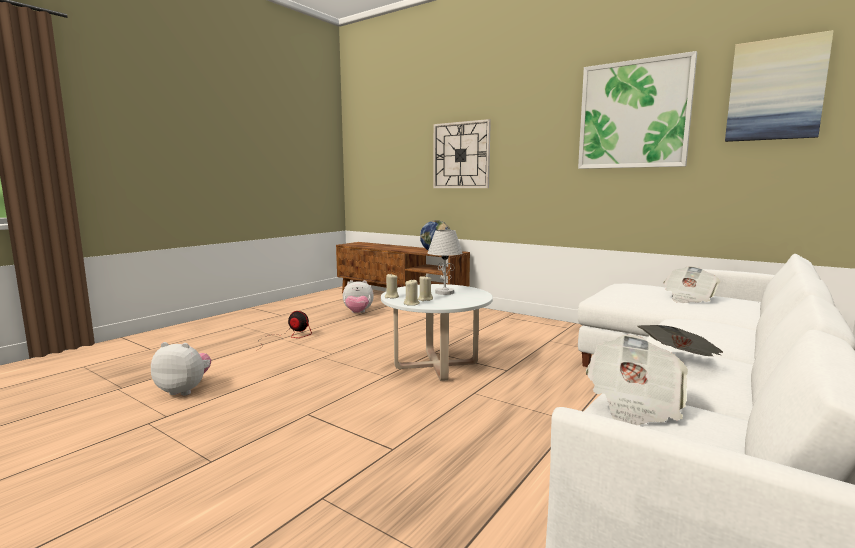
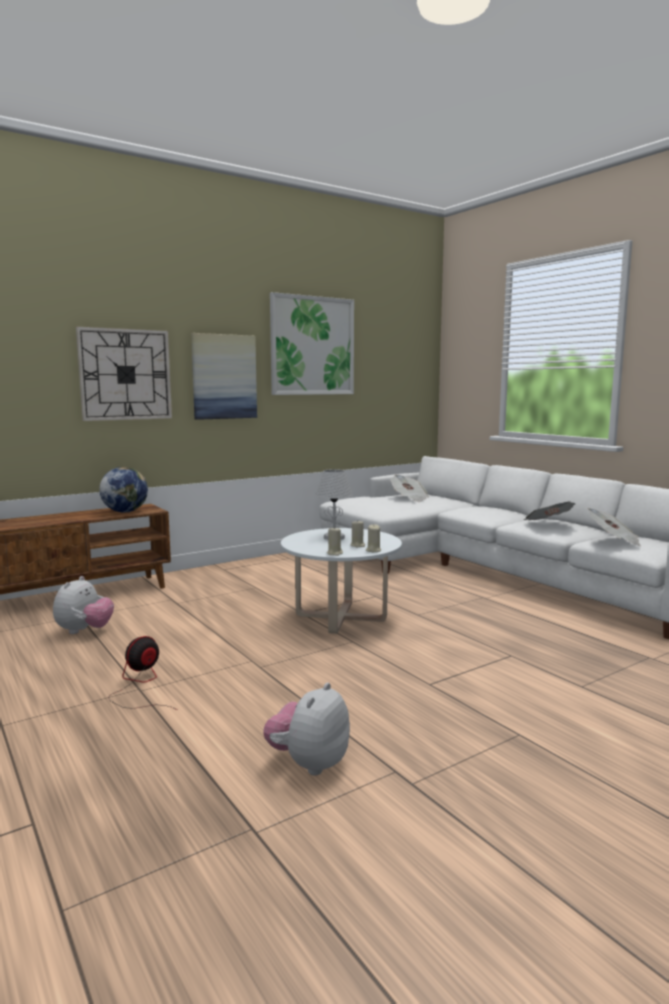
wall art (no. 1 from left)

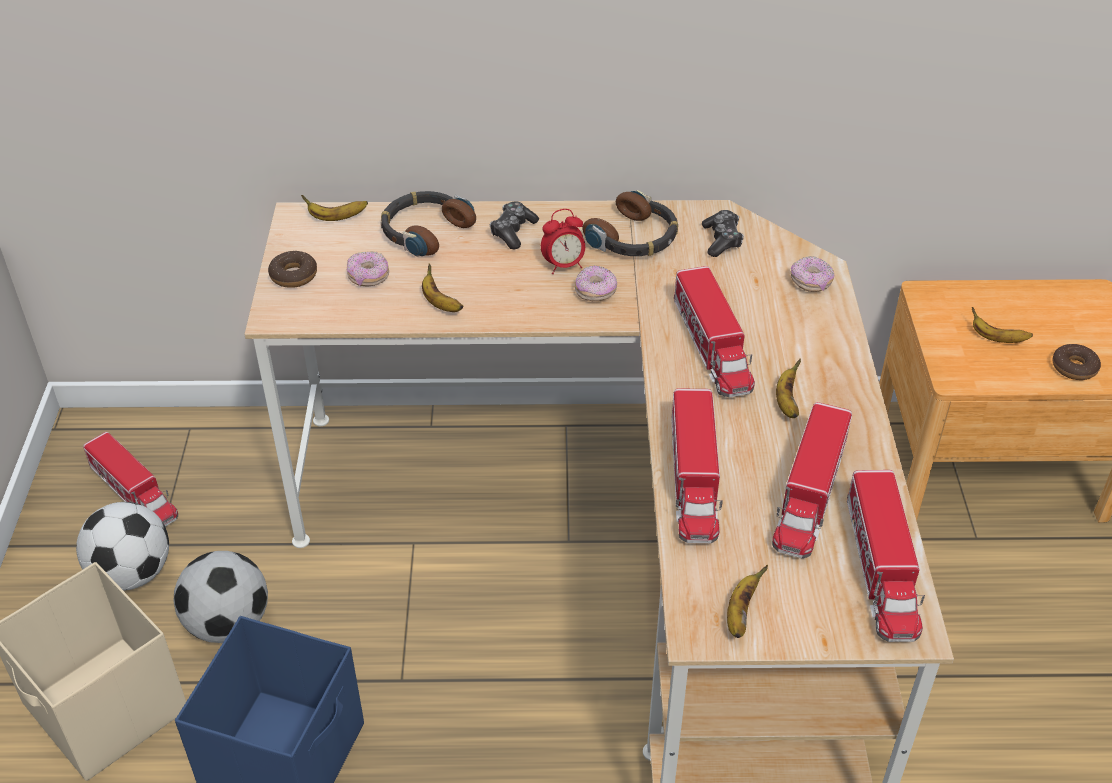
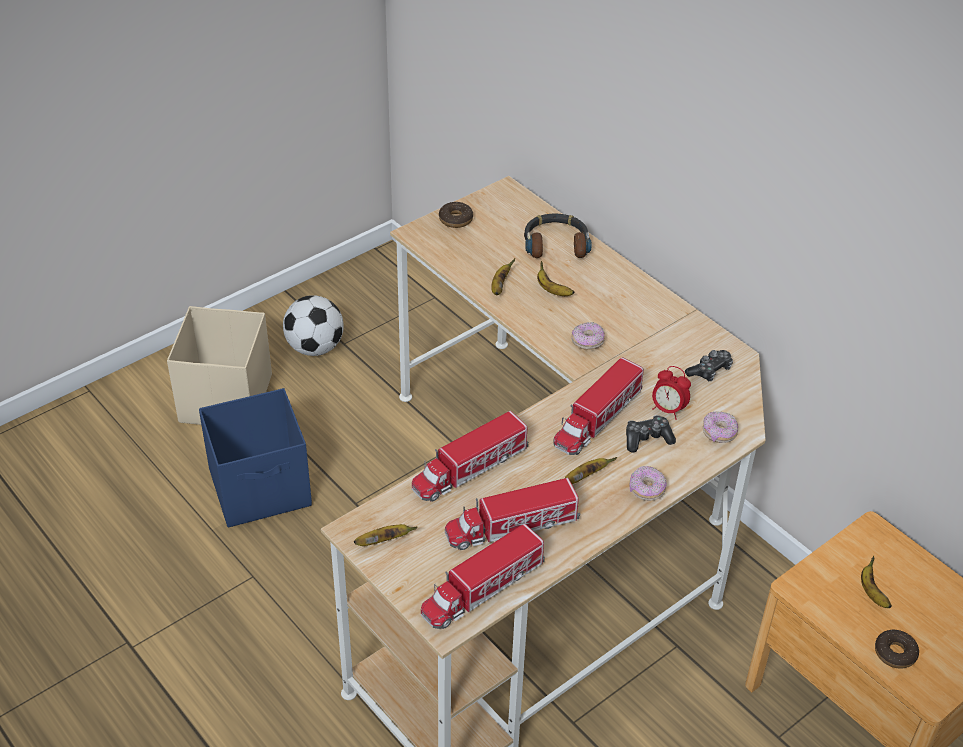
toy lorry (no. 1 from left in the first image)
ball for football (no. 2 from left in the first image)
banana fruit (no. 3 from left)
donut (no. 3 from left)
game controller (no. 1 from left)
alarm clock
pair of headphones (no. 2 from left in the first image)

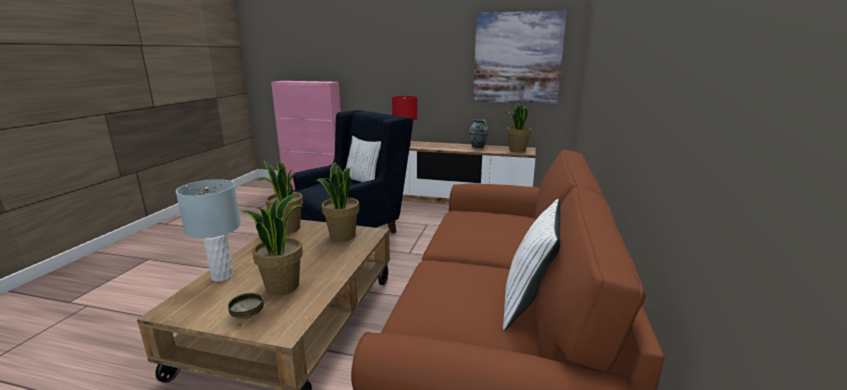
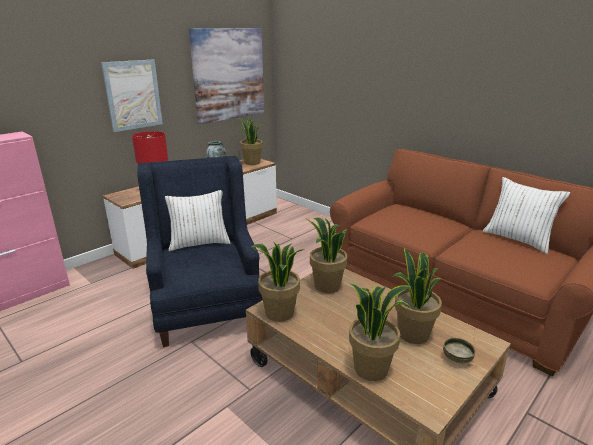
houseplant (no. 4 from left)
wall art (no. 1 from left)

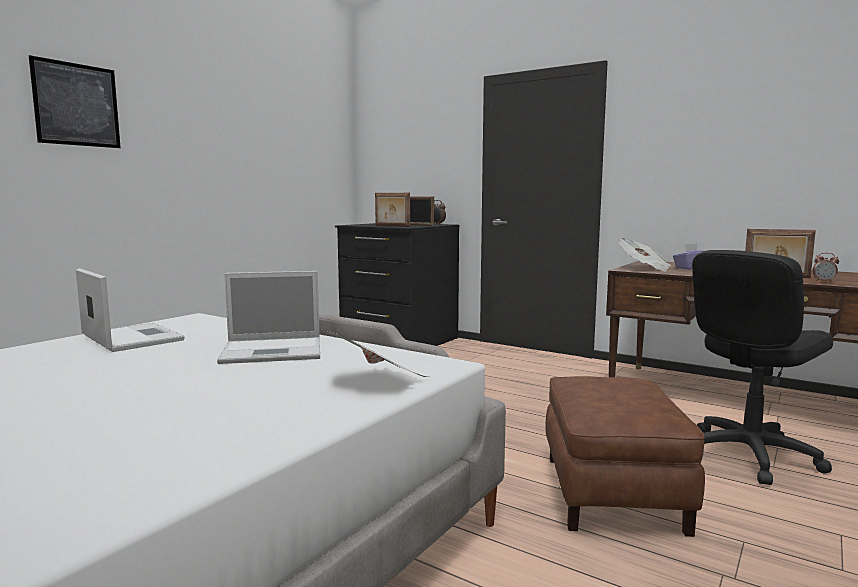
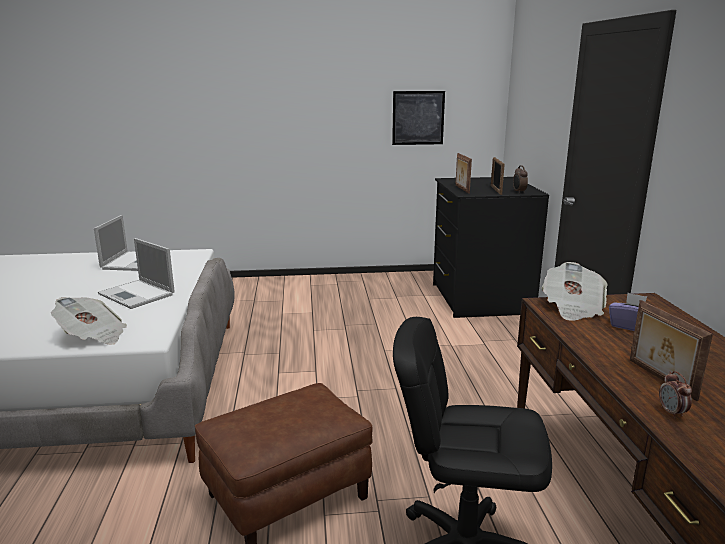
wall art

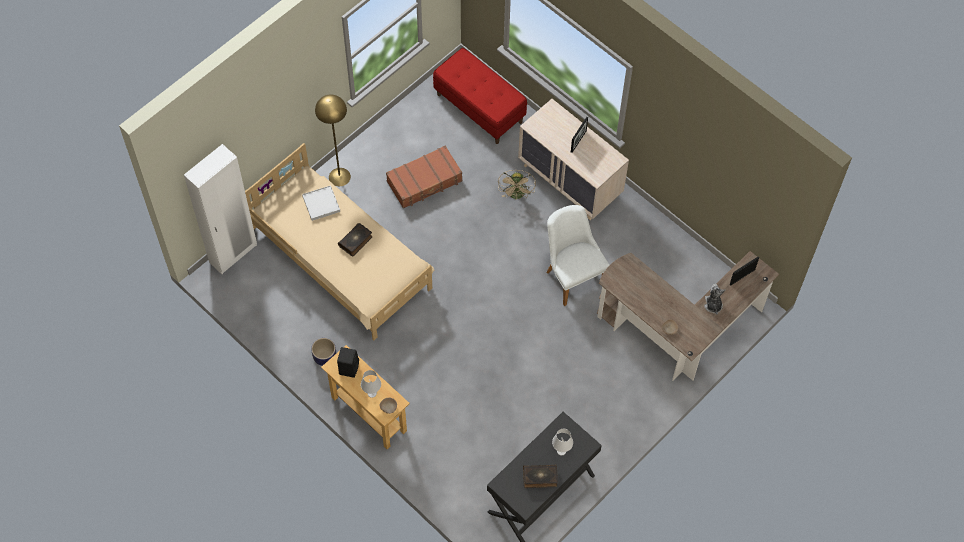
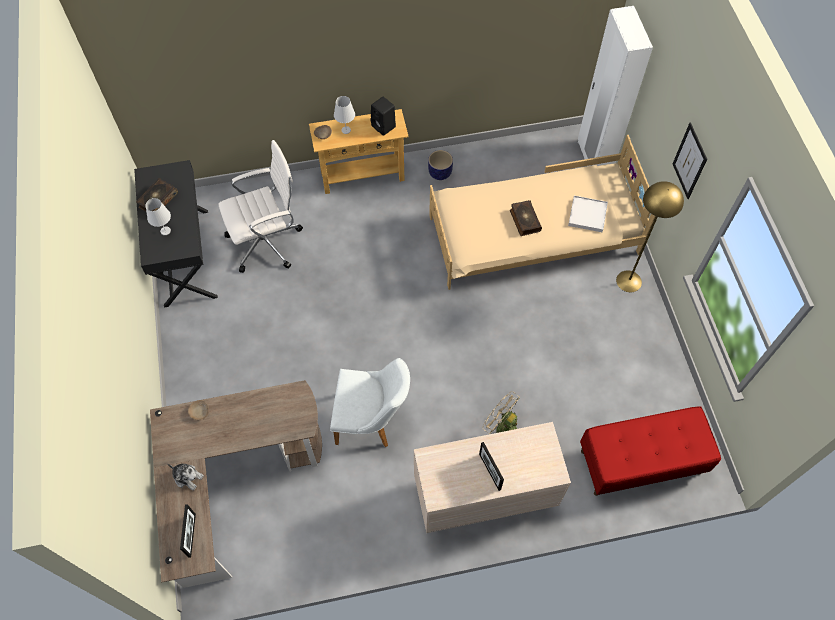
suitcase/brown
desk chair/white-coloured
wall art

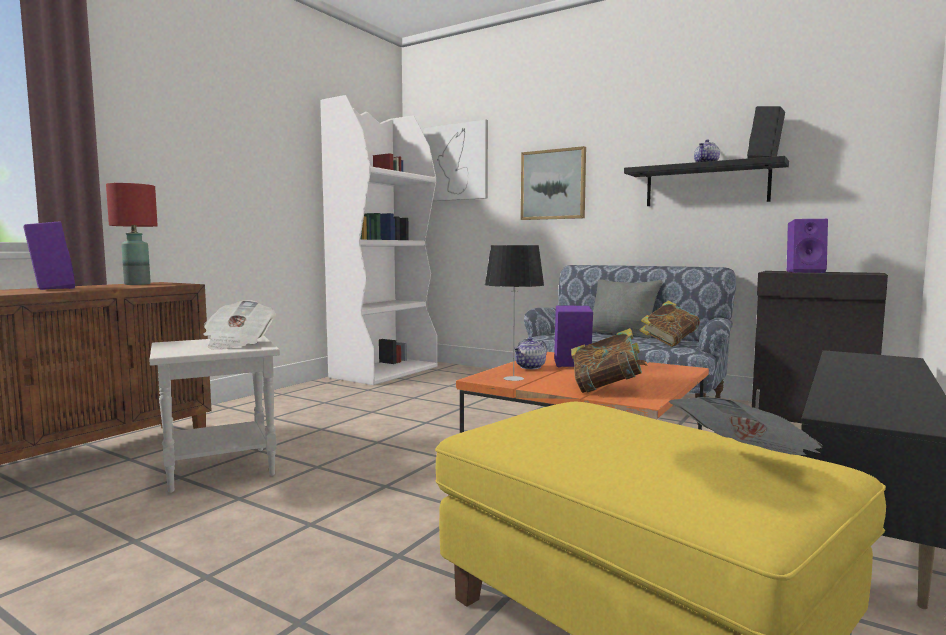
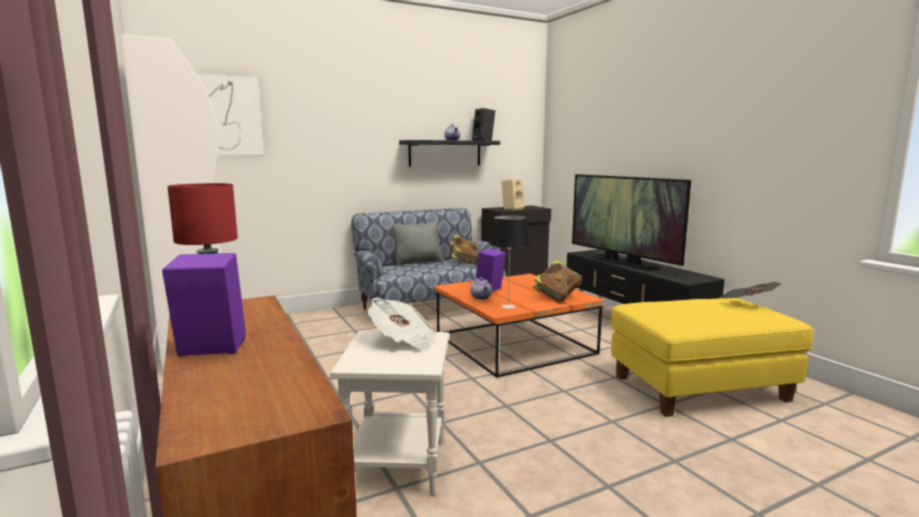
wall art (no. 2 from left in the first image)
loudspeaker/beige
television

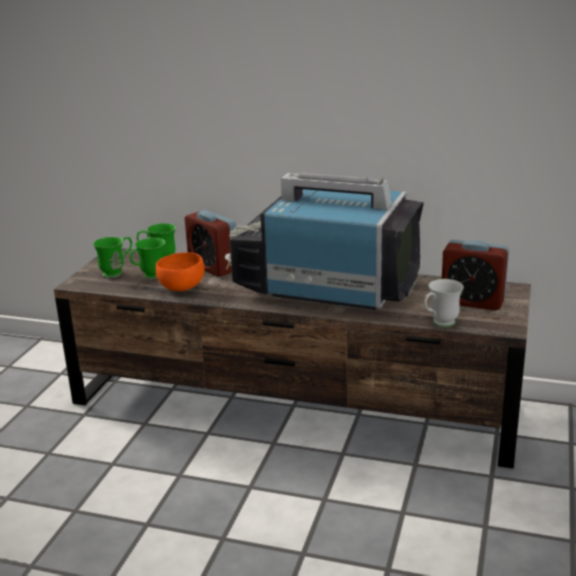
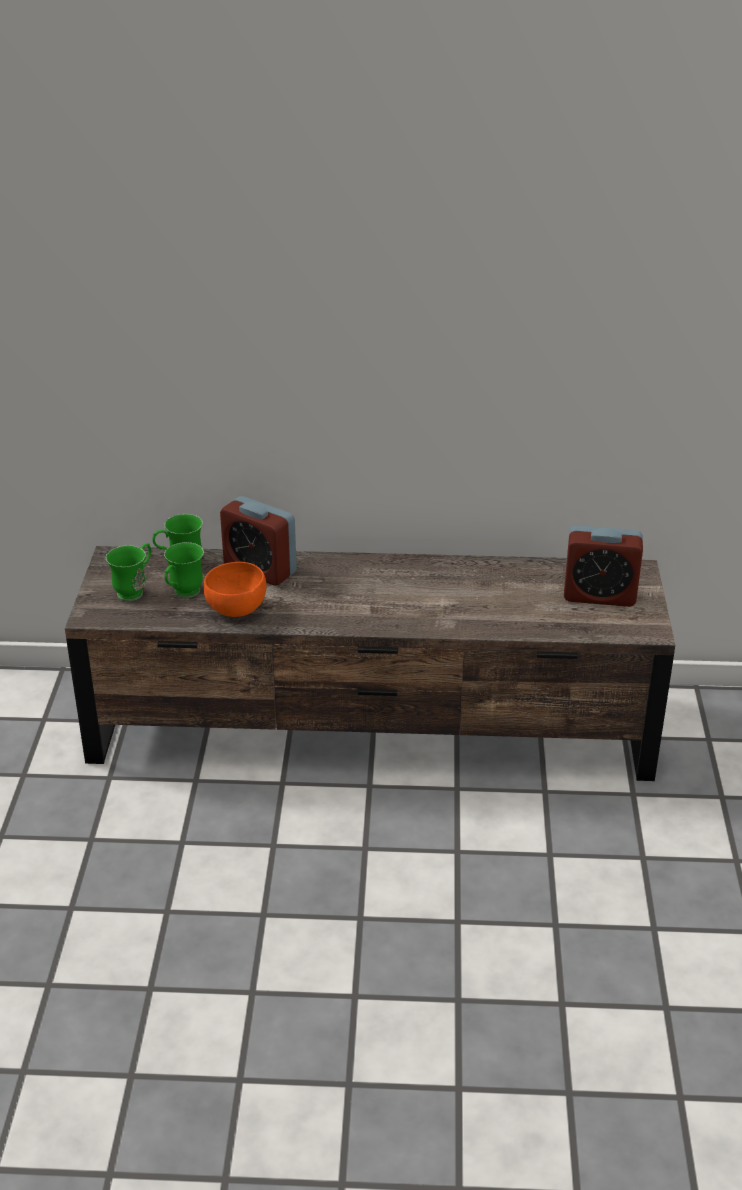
television
coffee mug/white-coloured

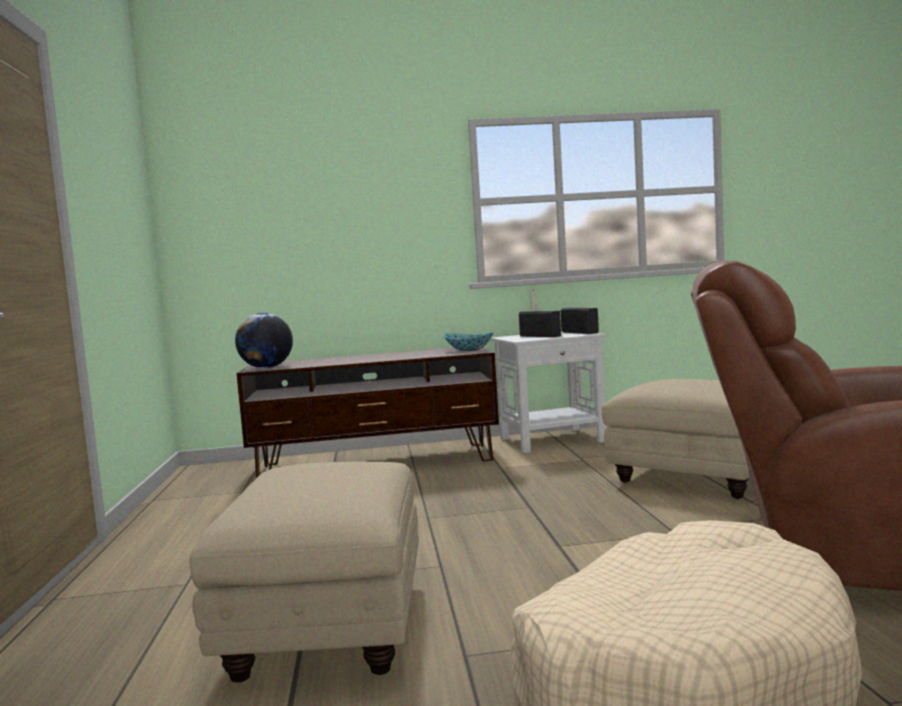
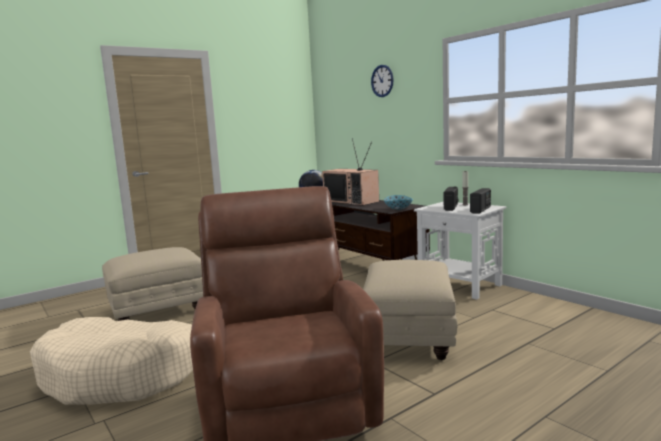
television
hanging clock

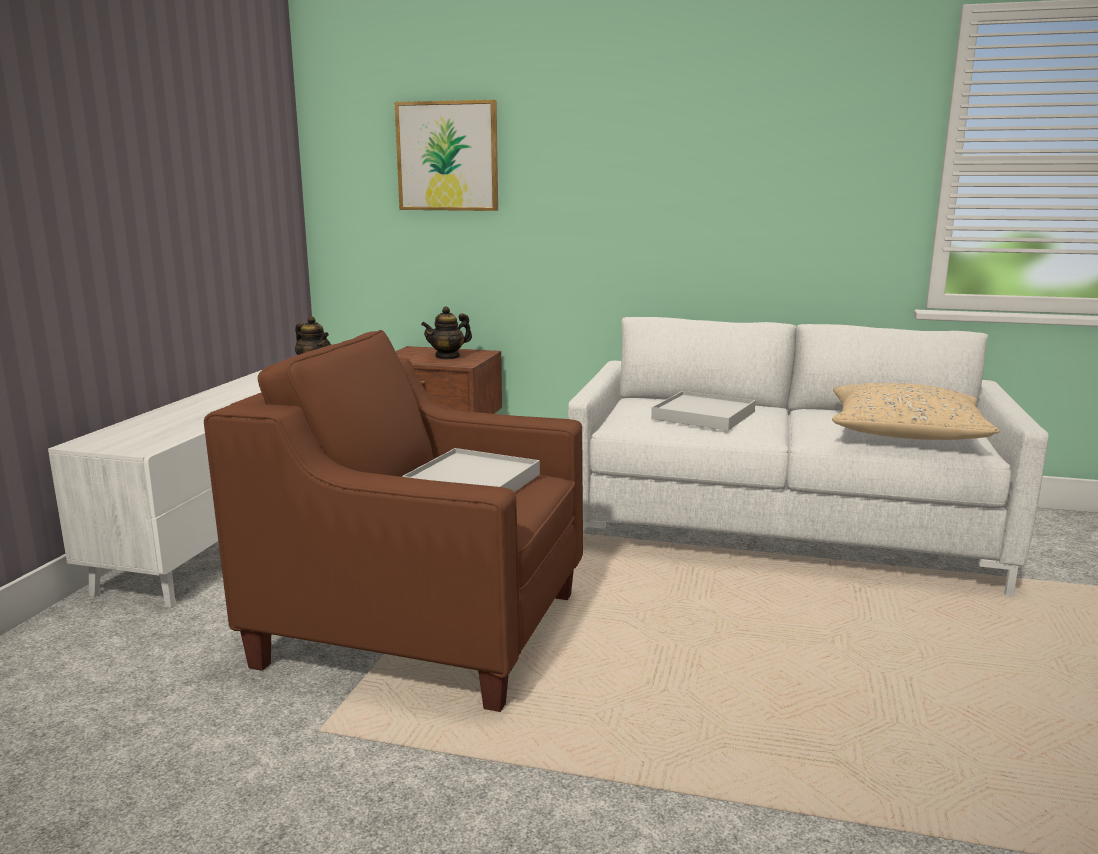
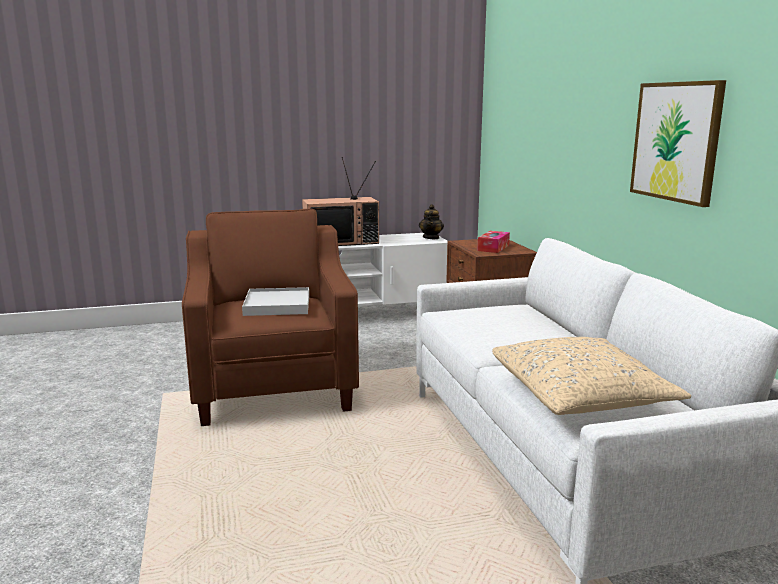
wall art
tissue box
tray/white-coloured (no. 2 from left in the first image)
television

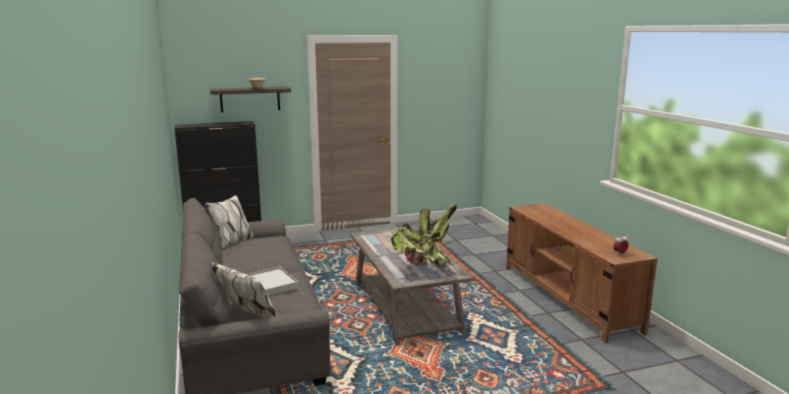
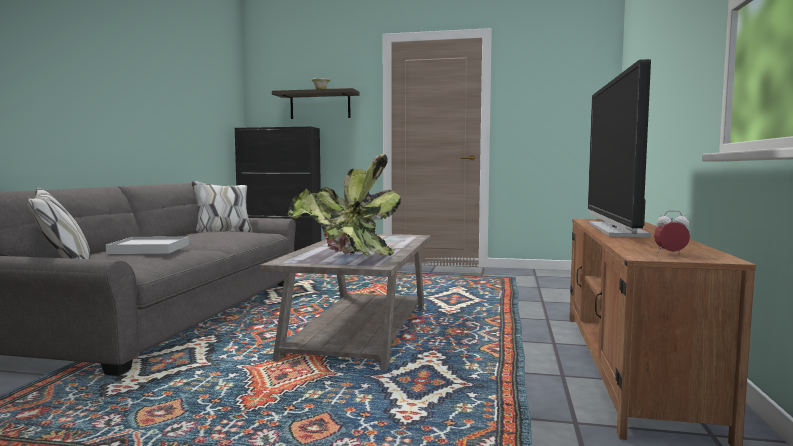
television

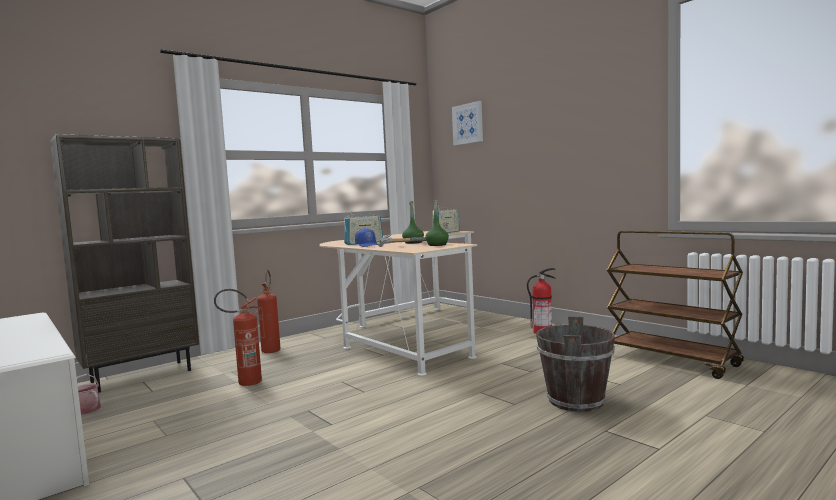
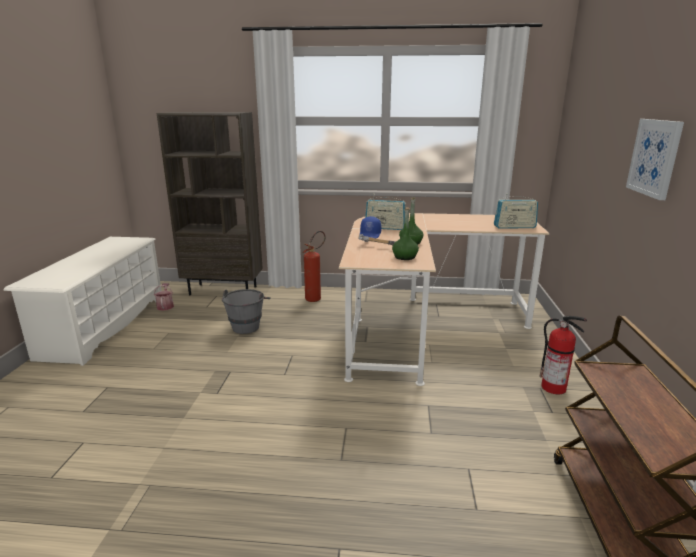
pail/greyish
wall art
pail/brown

